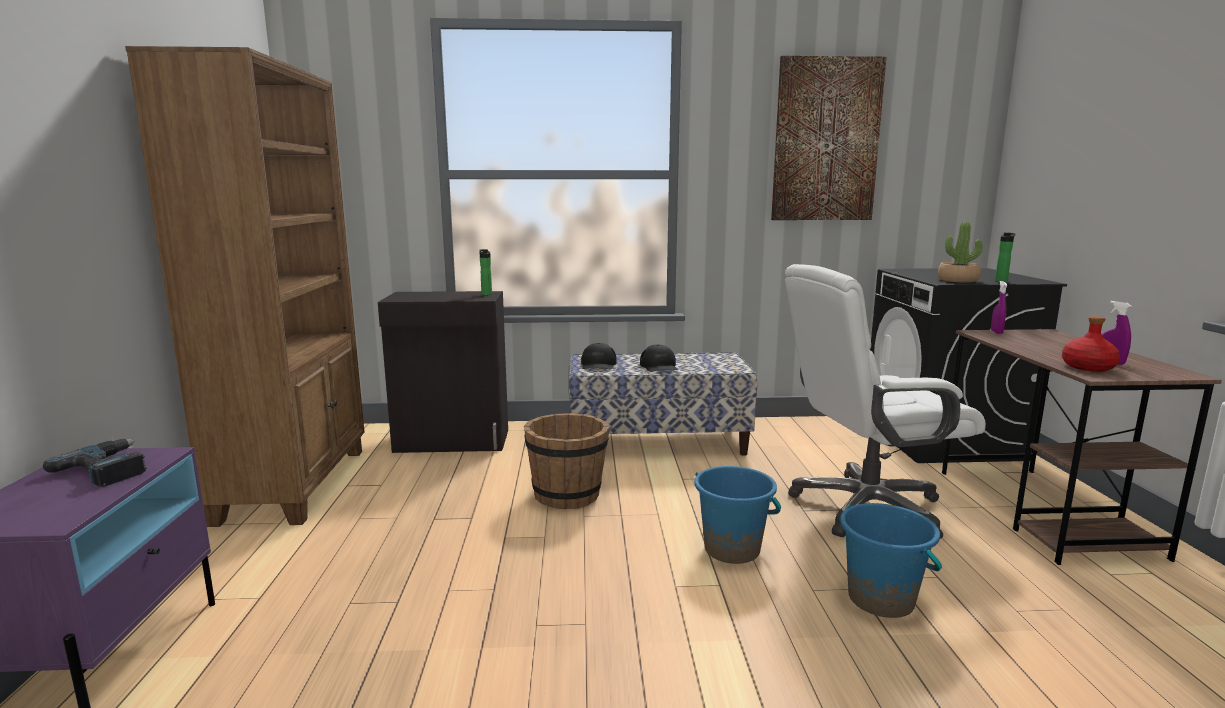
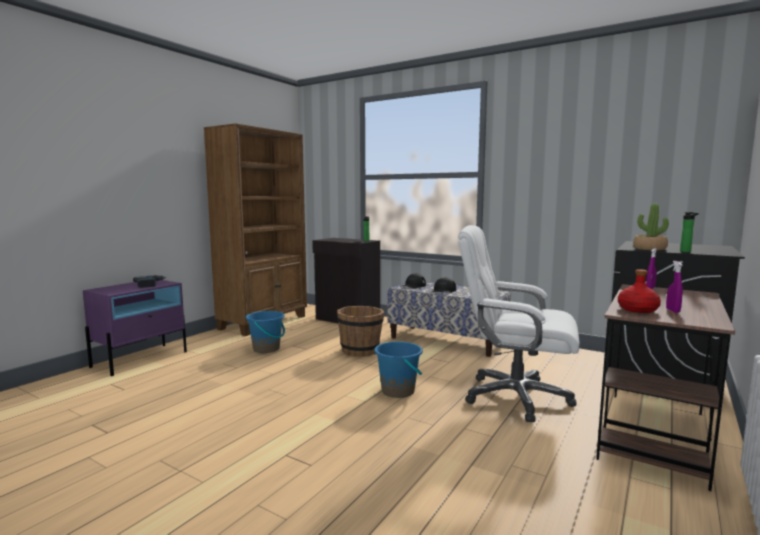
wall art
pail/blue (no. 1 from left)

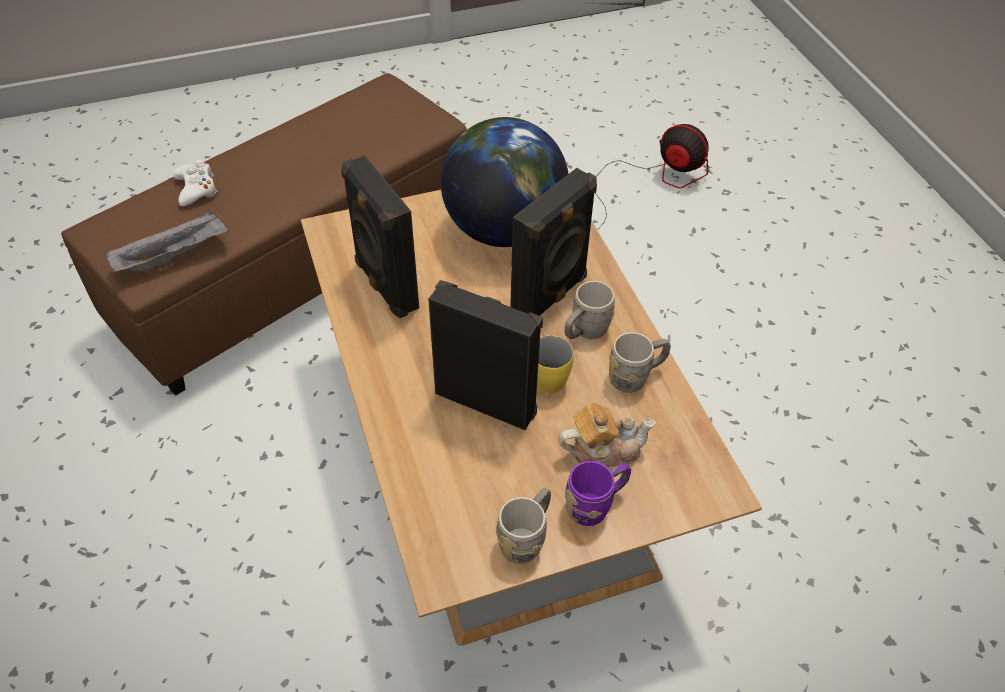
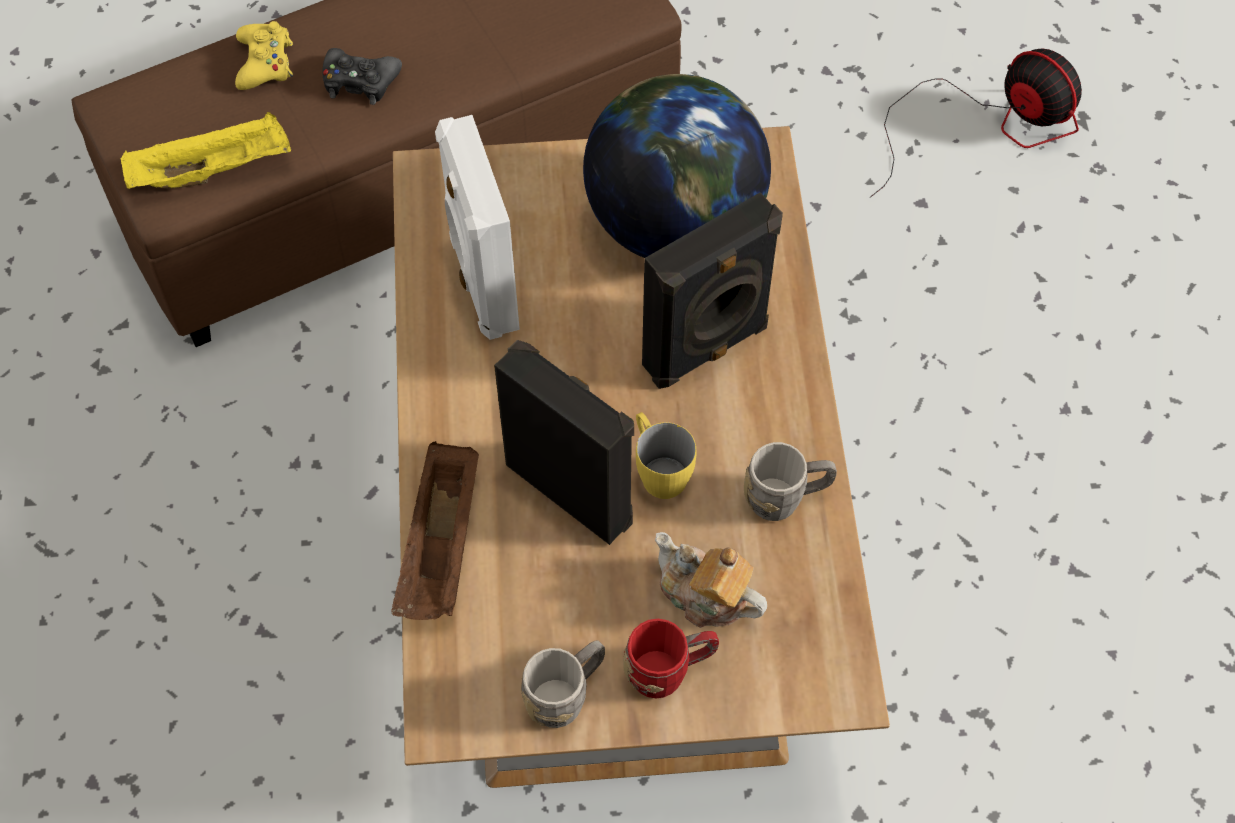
tray/yellow-coloured
game controller/yellow-coloured
loudspeaker/white-coloured
tea pot
coffee mug/greyish (no. 2 from left in the first image)
coffee mug/reddish
game controller/black-coloured
tray/brown

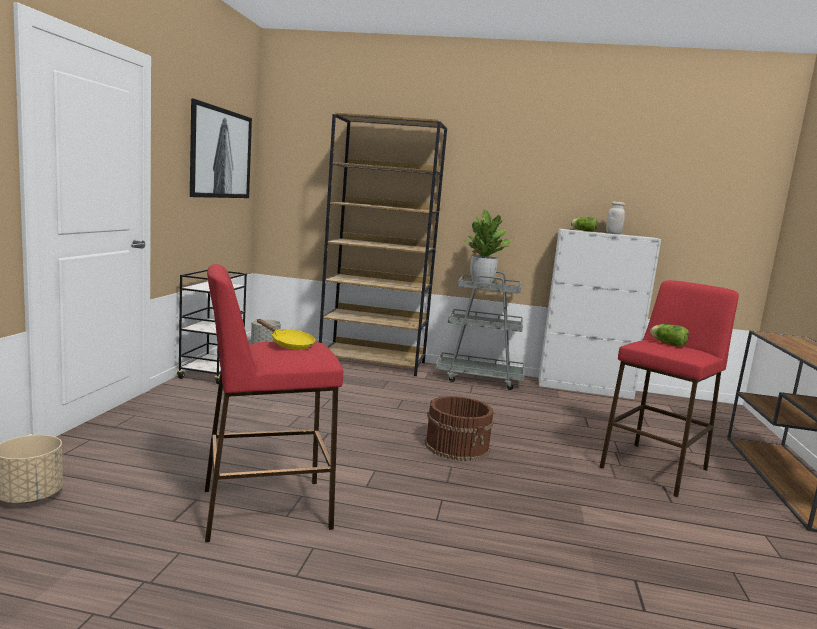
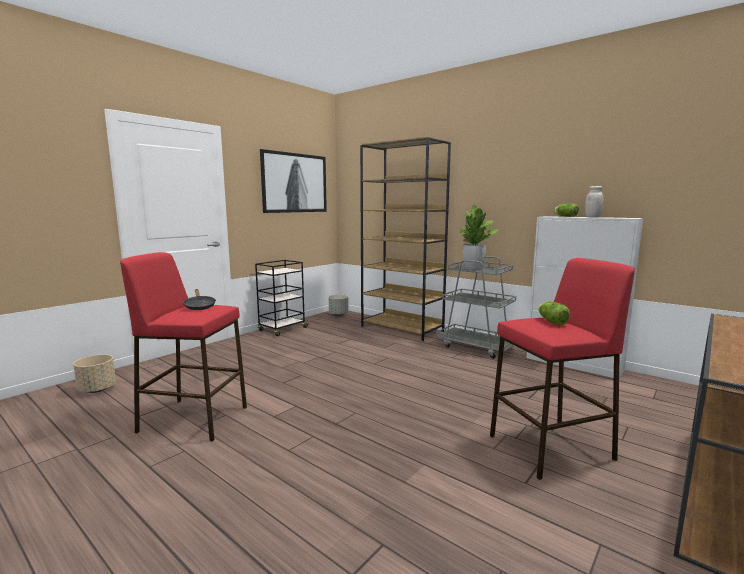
pan/black-coloured
pail/brown

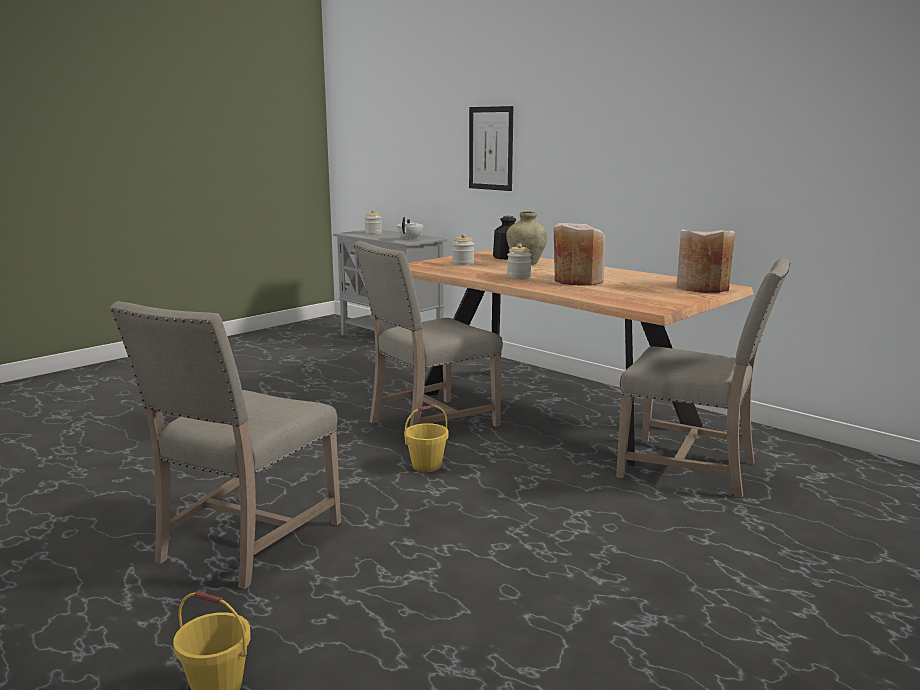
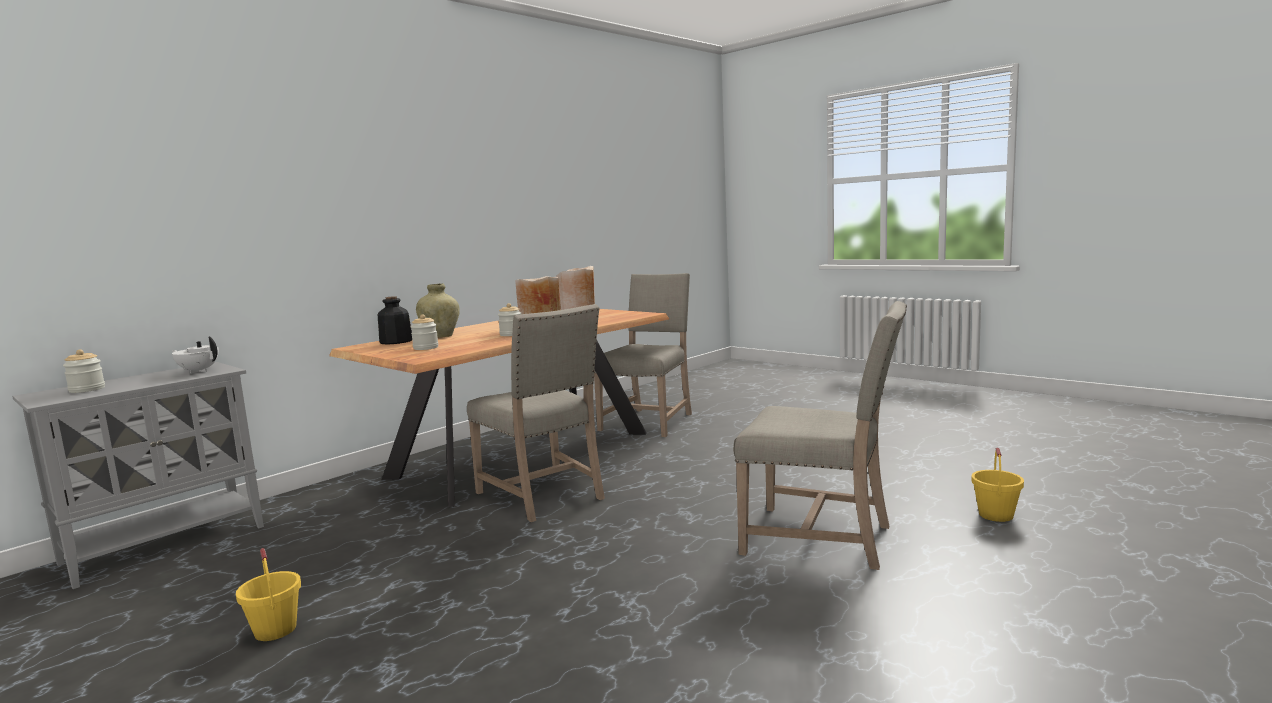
pail/yellow-coloured (no. 1 from left)
wall art

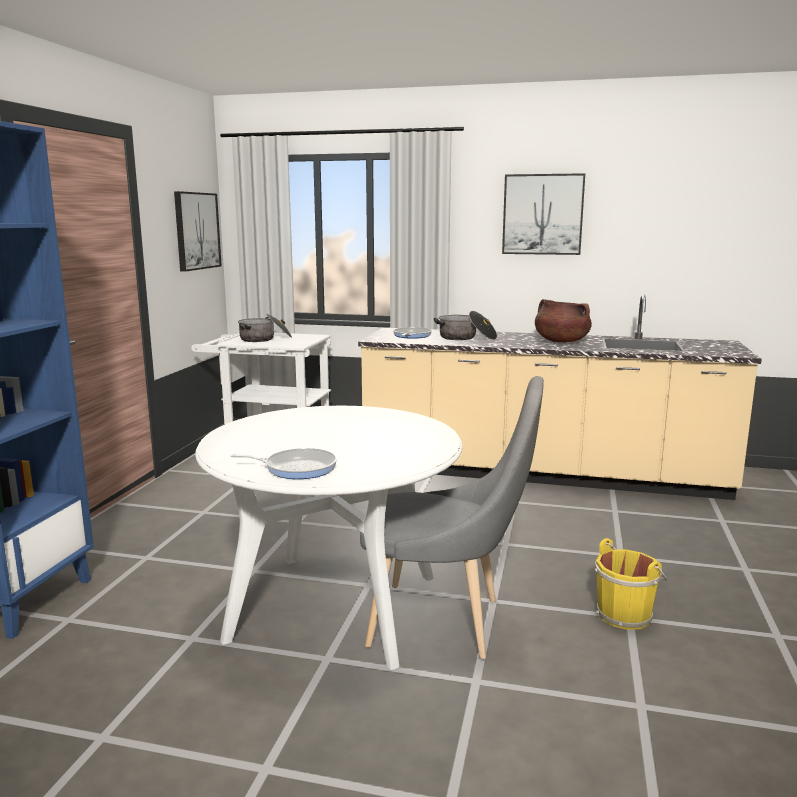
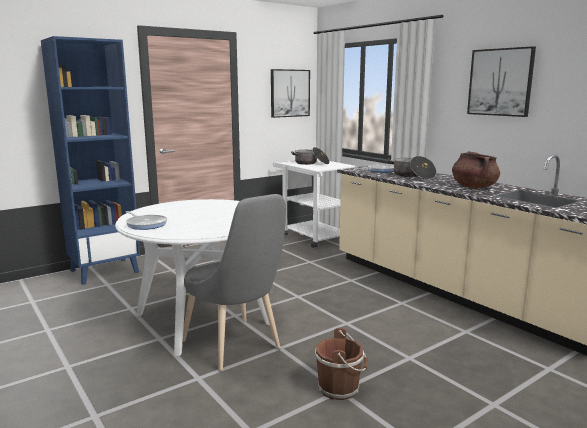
pail/brown

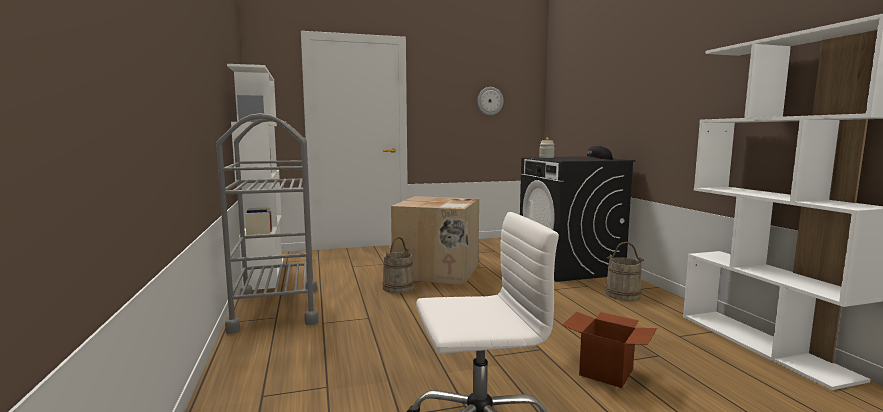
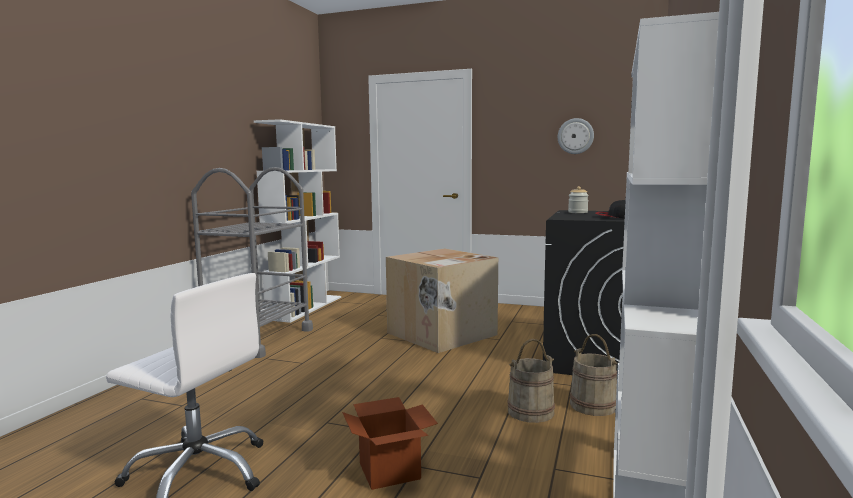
pail/beige (no. 1 from left)

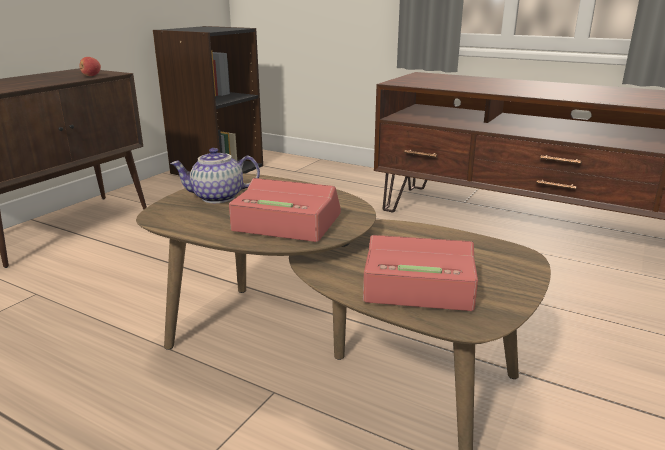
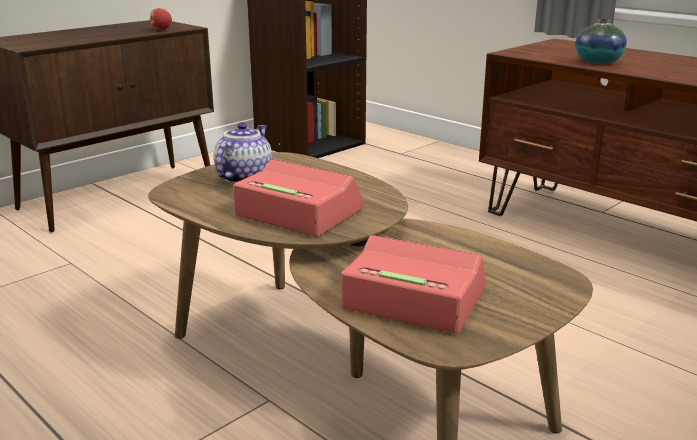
tea pot
vase

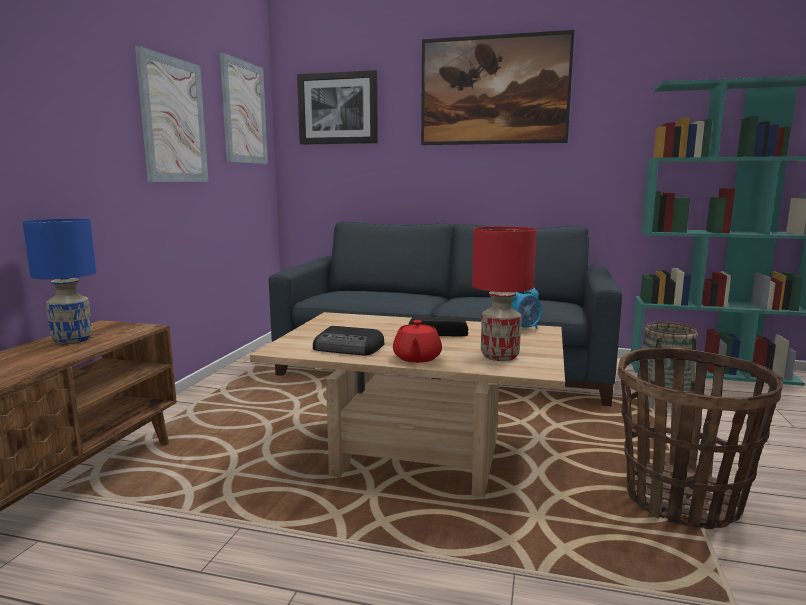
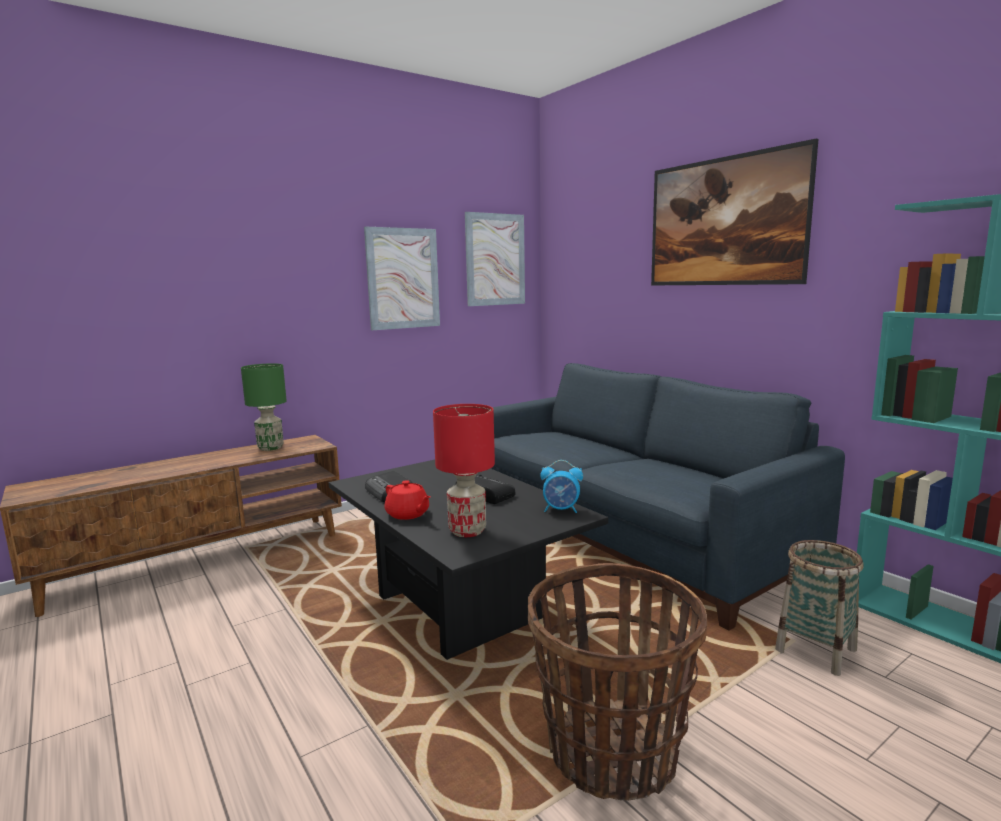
lamp for a table/greenish
lounge table/black-coloured
wall art (no. 3 from left in the first image)
tea pot/reddish

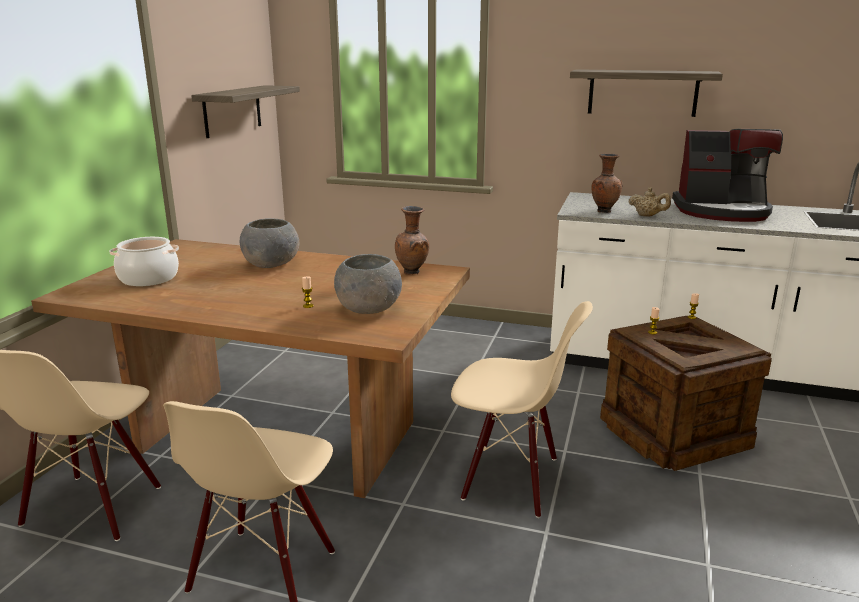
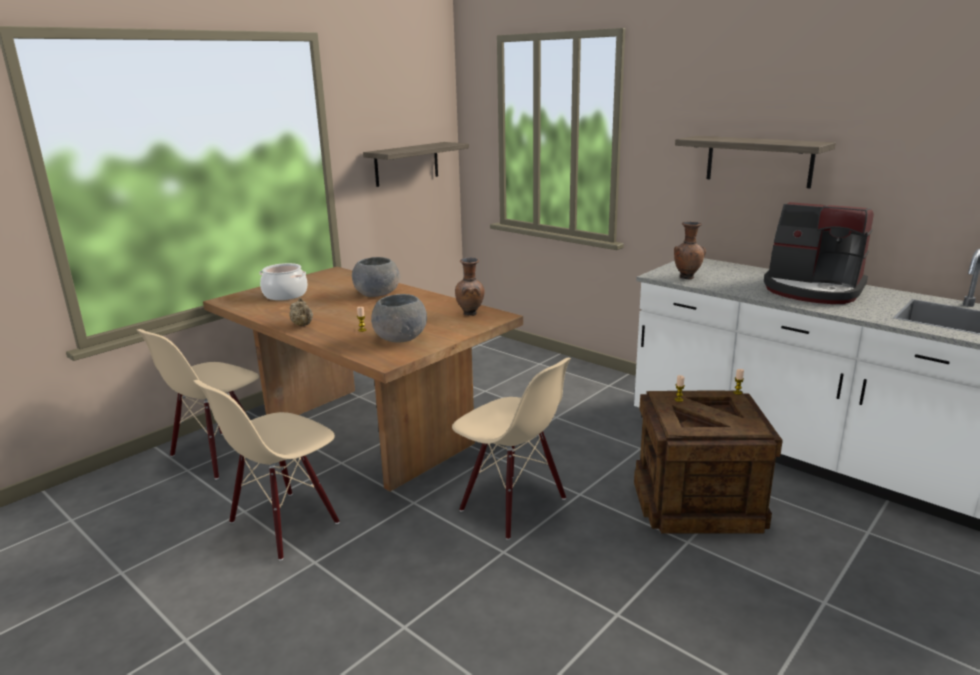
tea pot/beige

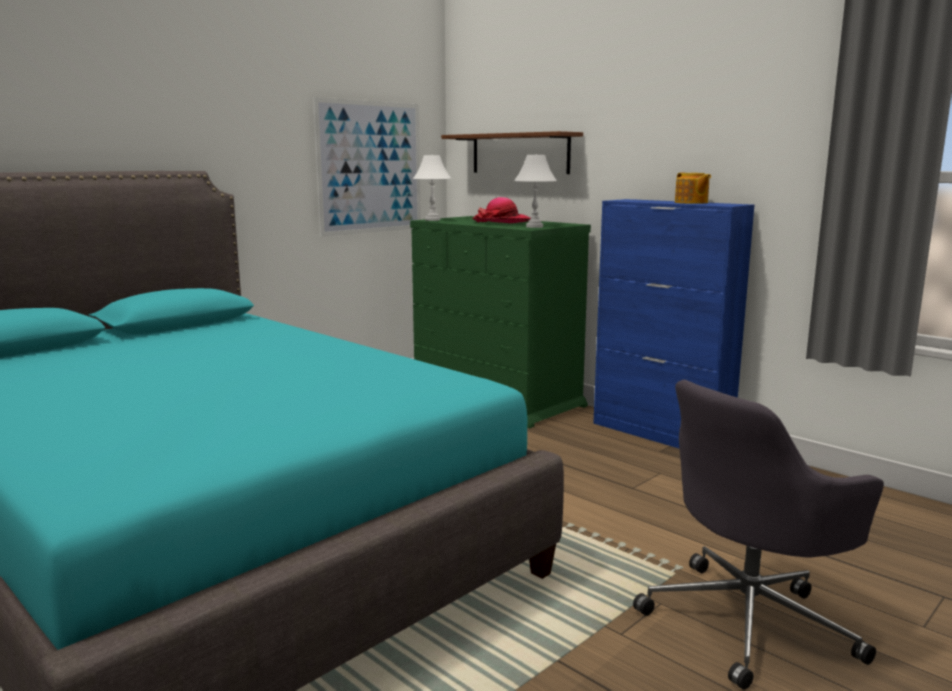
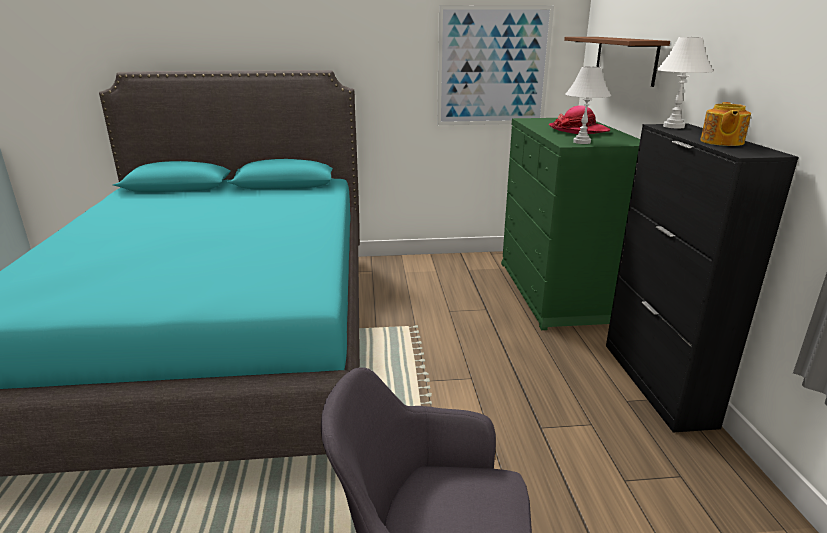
lamp for a table/white-coloured (no. 2 from left)
storage cabinet/black-coloured

